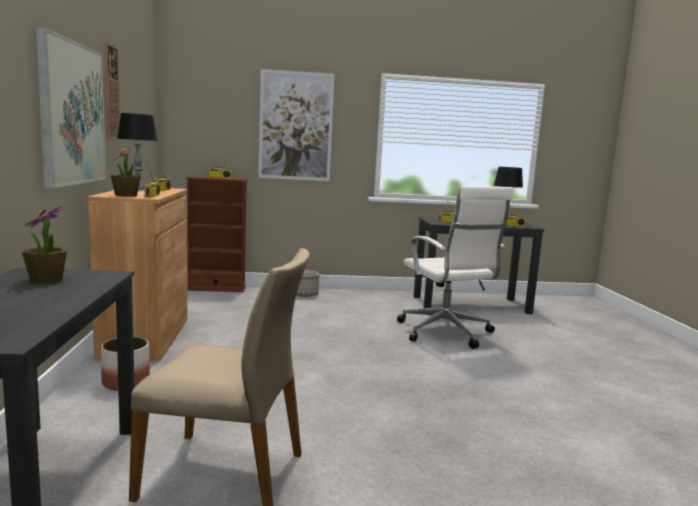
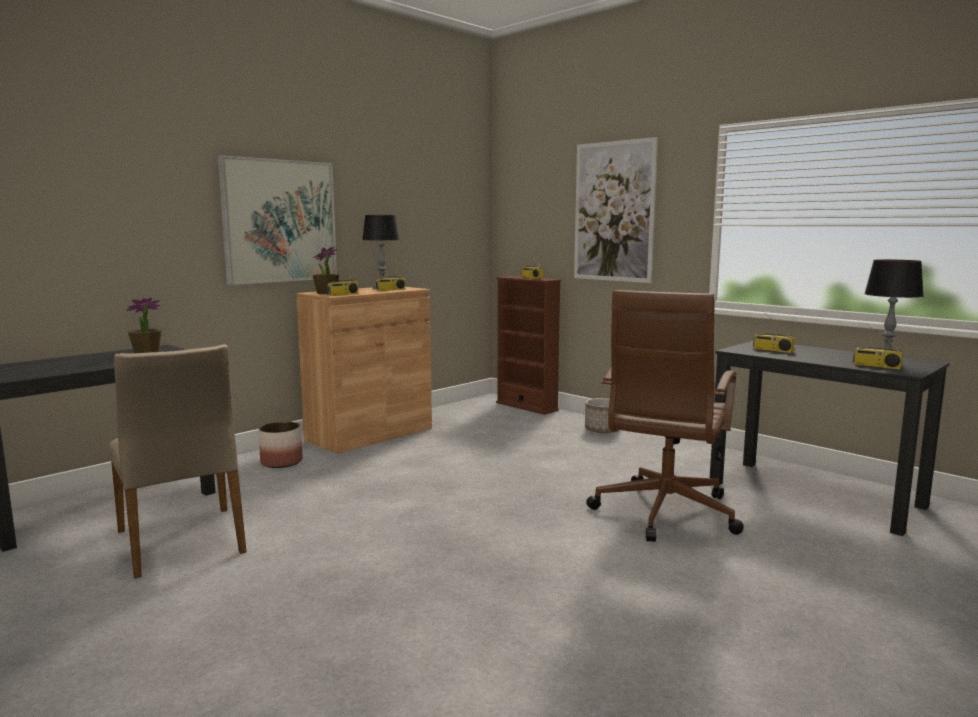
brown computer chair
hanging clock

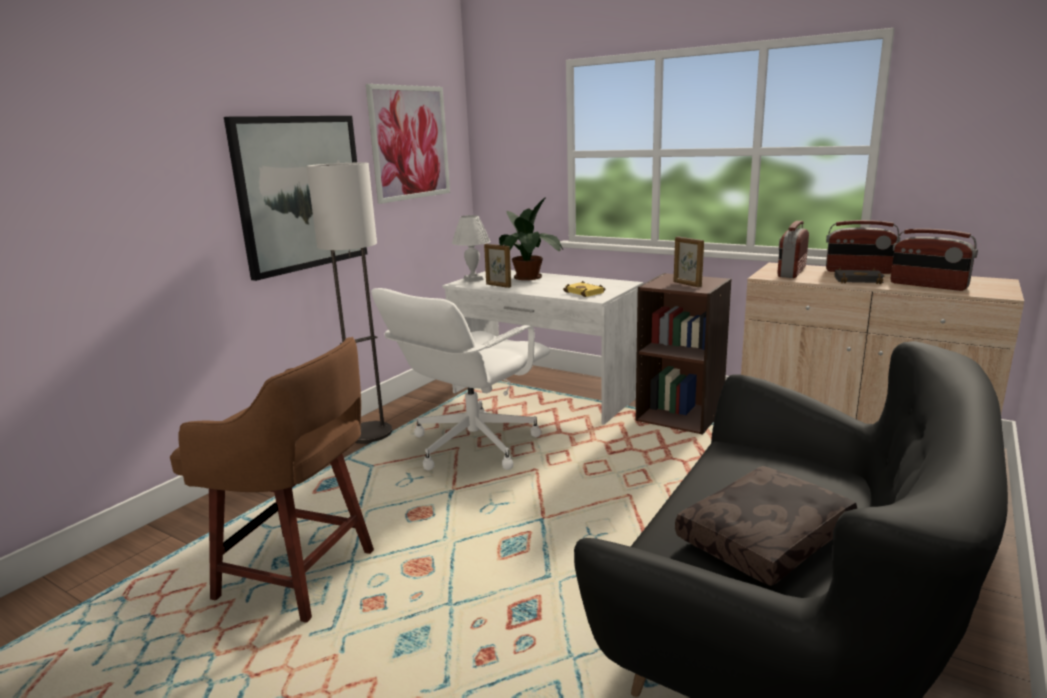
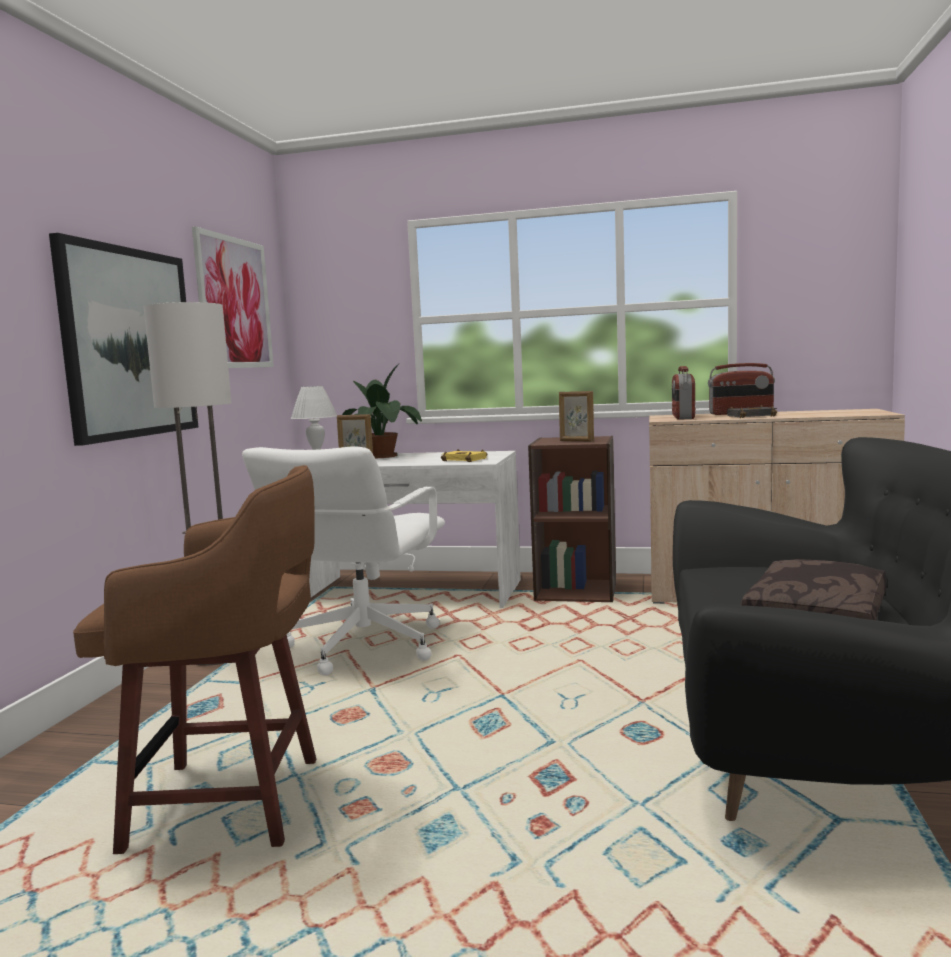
radio receiver (no. 3 from left in the first image)

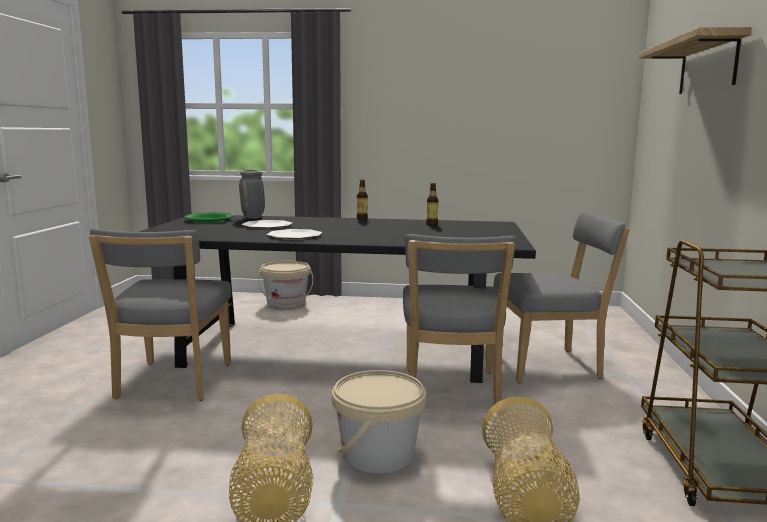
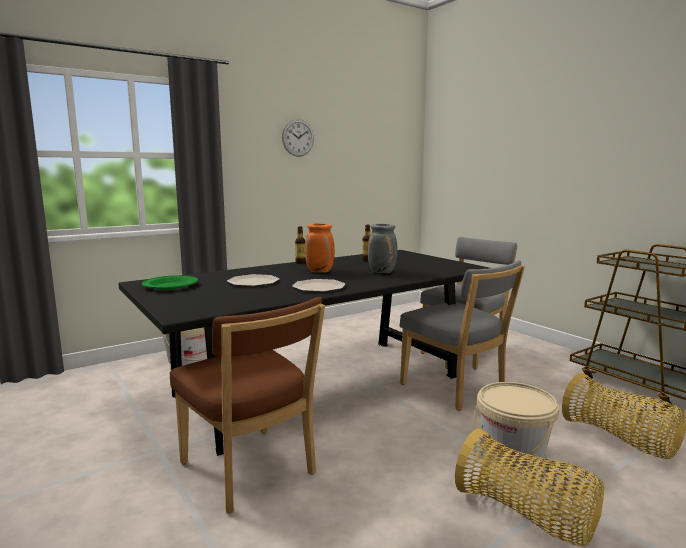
brown chair
hanging clock
orange-coloured decorative vase
greyish decorative vase
shelf

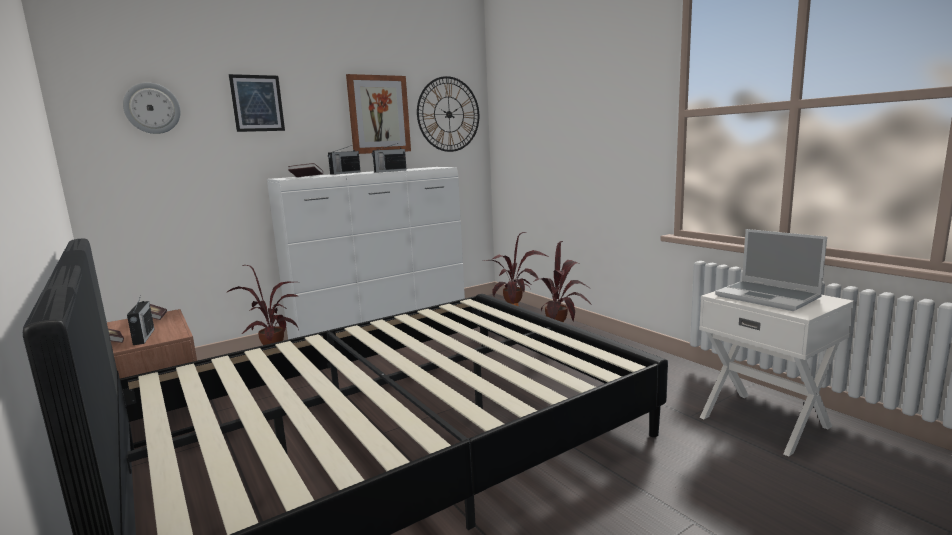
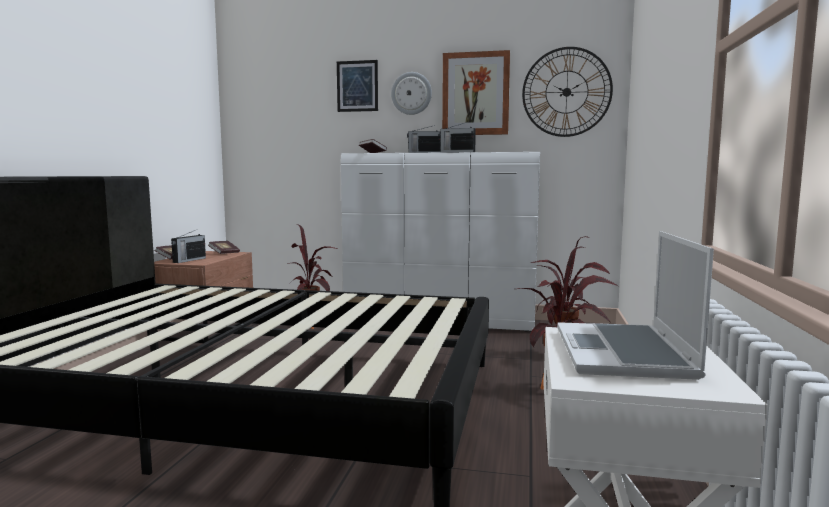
hanging clock (no. 1 from left)

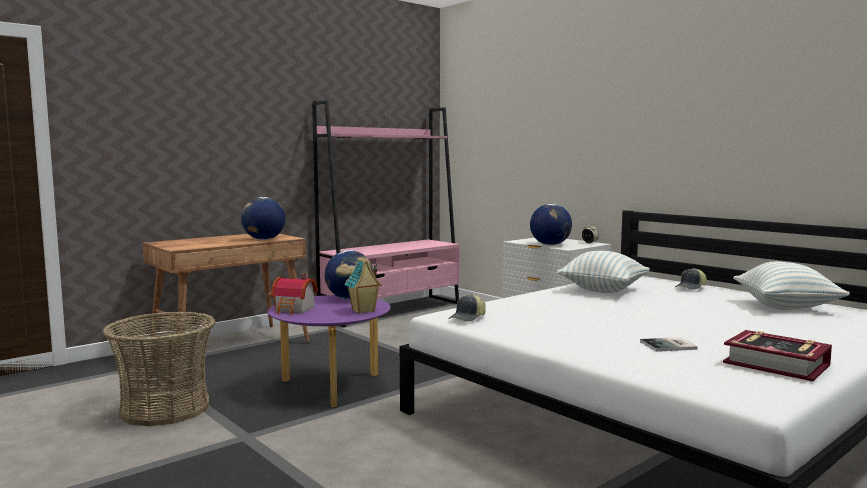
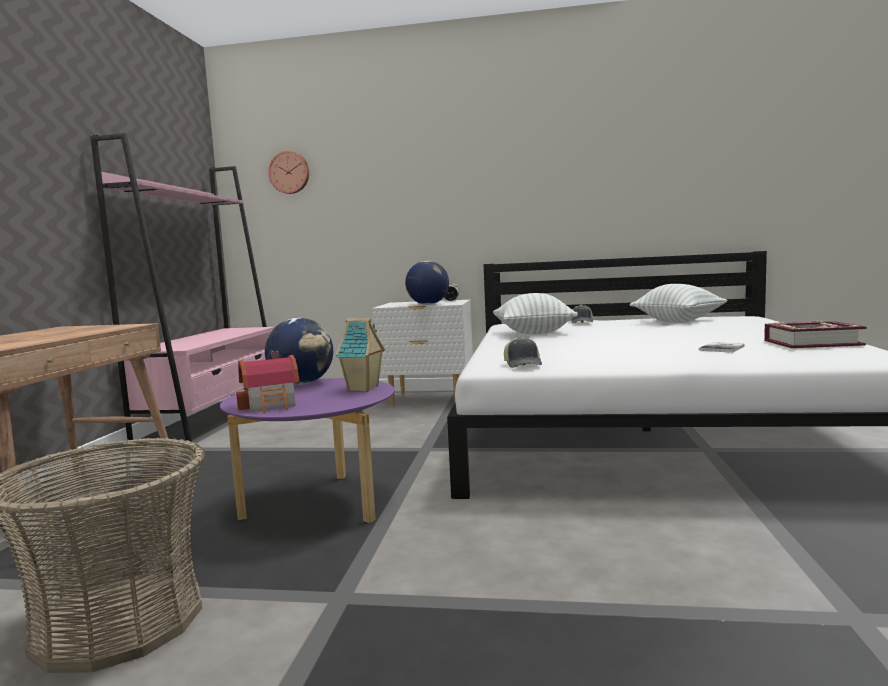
hanging clock
world globe (no. 1 from left in the first image)

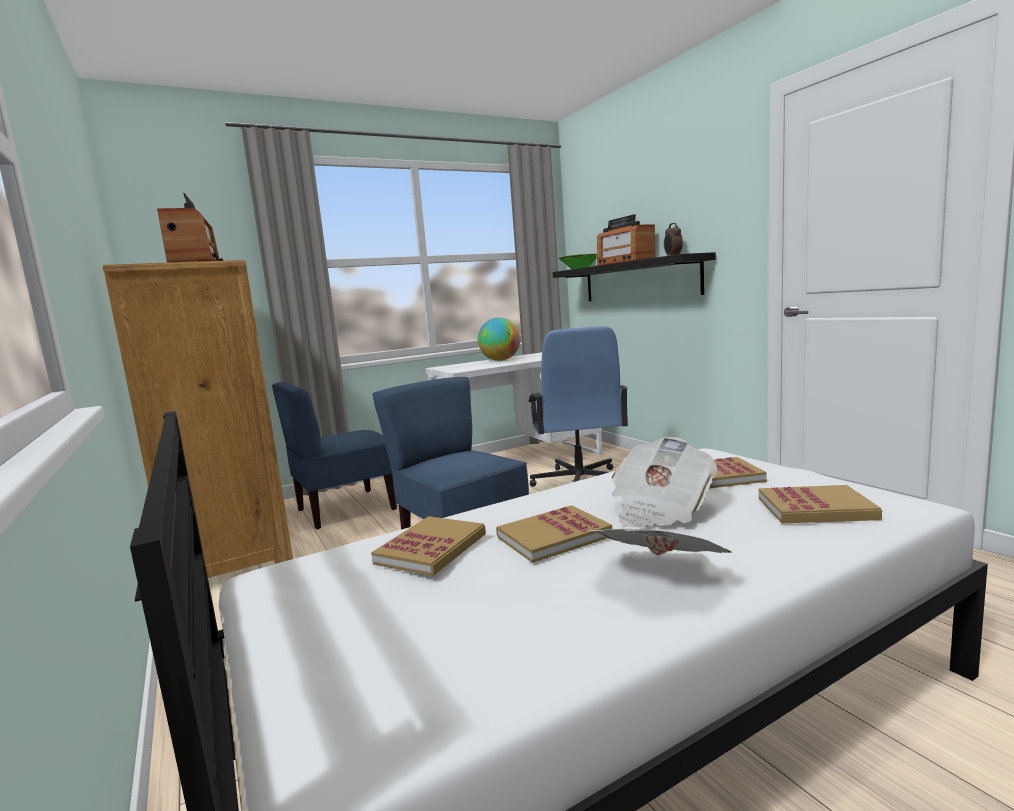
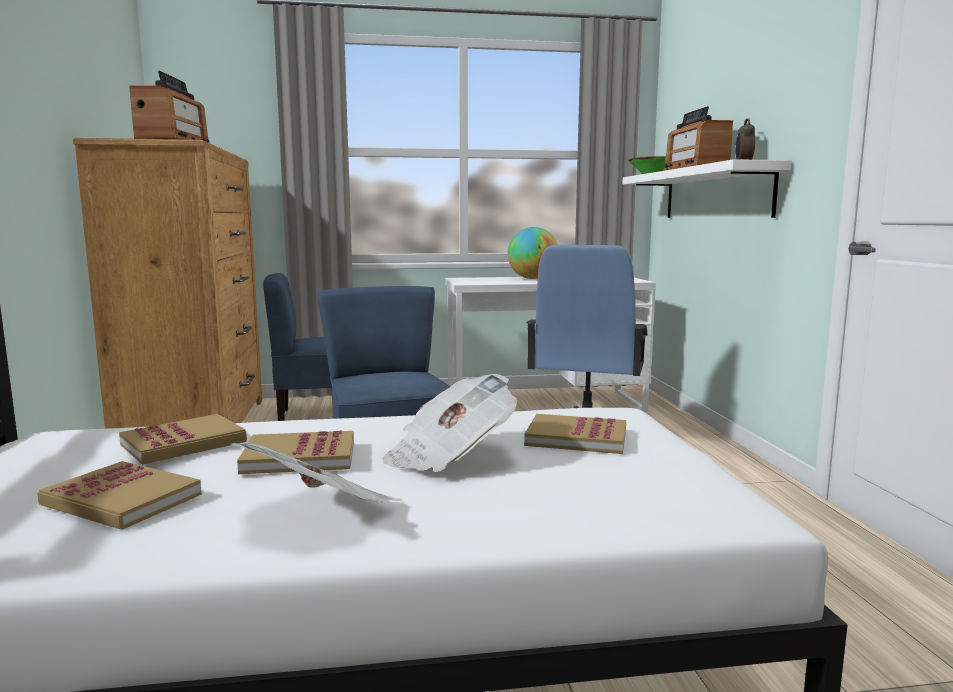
volume (no. 1 from left)
whitish shelf

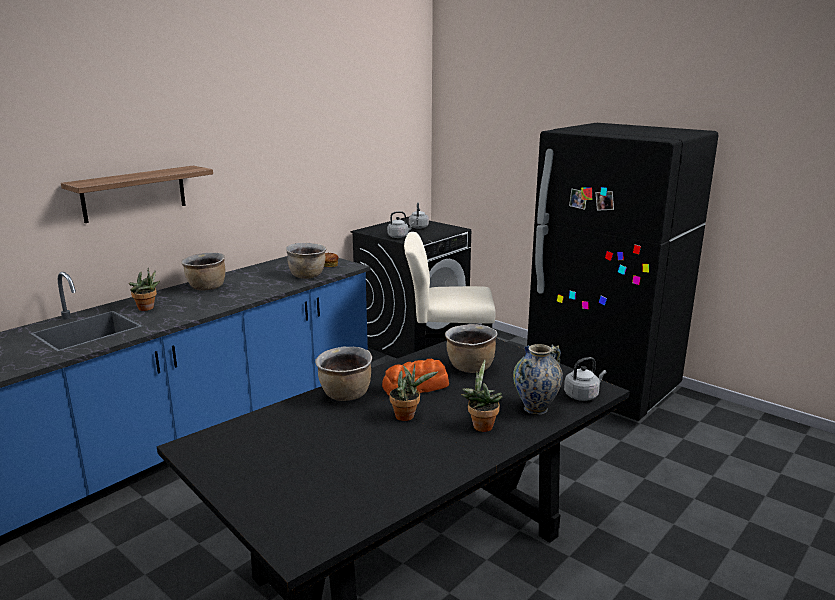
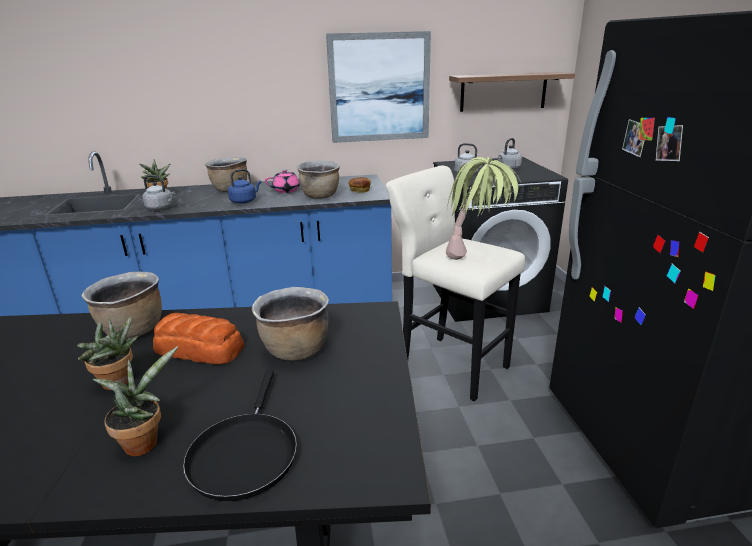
greyish kettle (no. 1 from left)
blackish skillet
blue kettle
pink-coloured teapot
picture
plant in a pot (no. 4 from left)
shelf

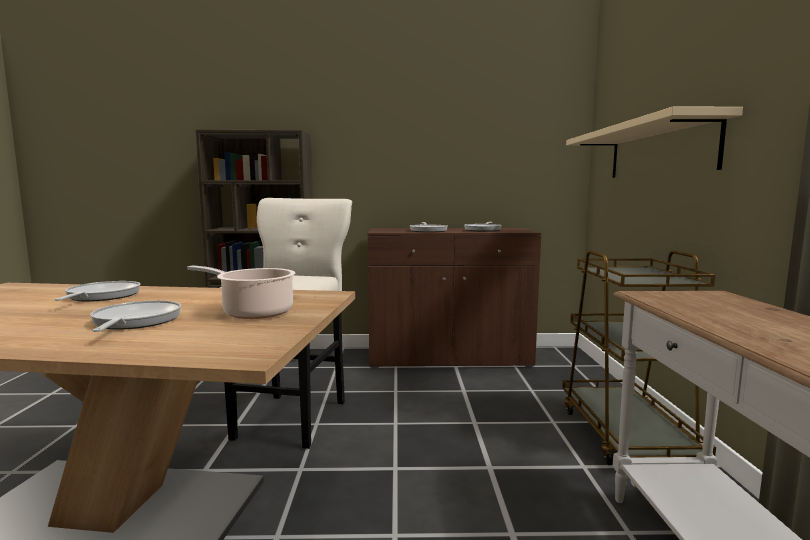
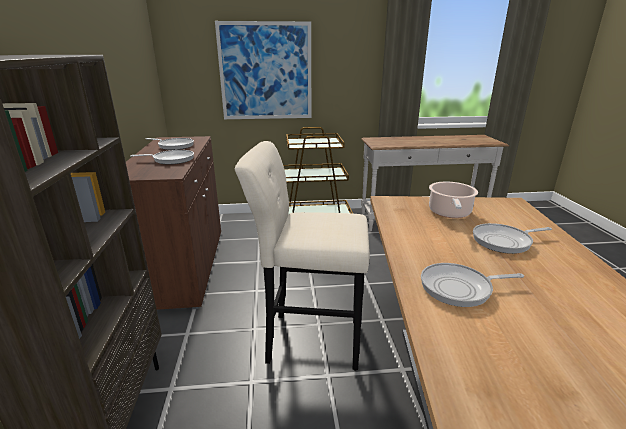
picture

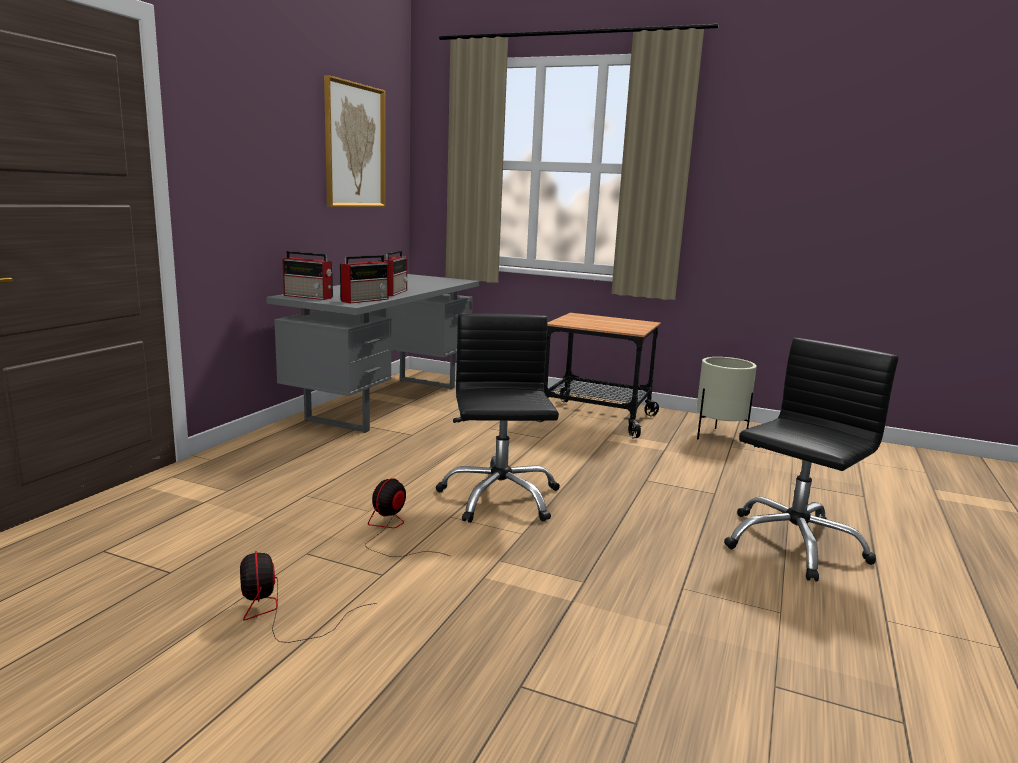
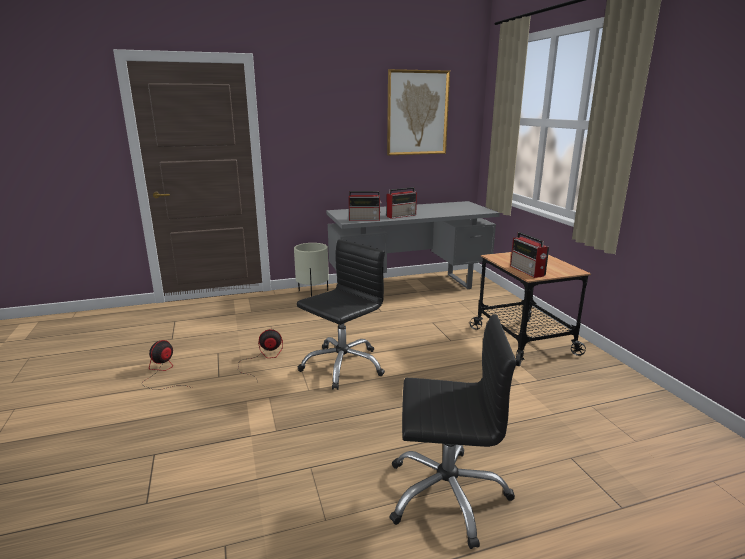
beige-coloured flower pot
radio receiver (no. 3 from left)

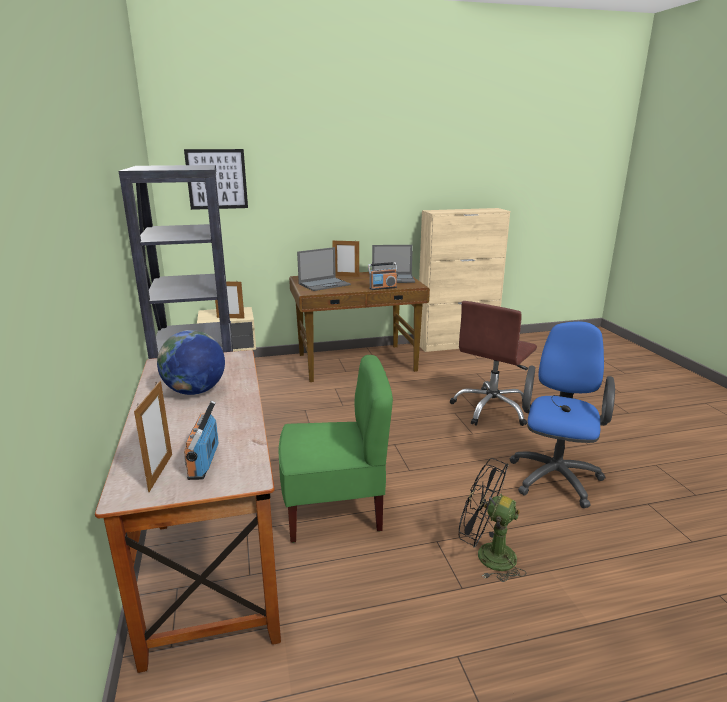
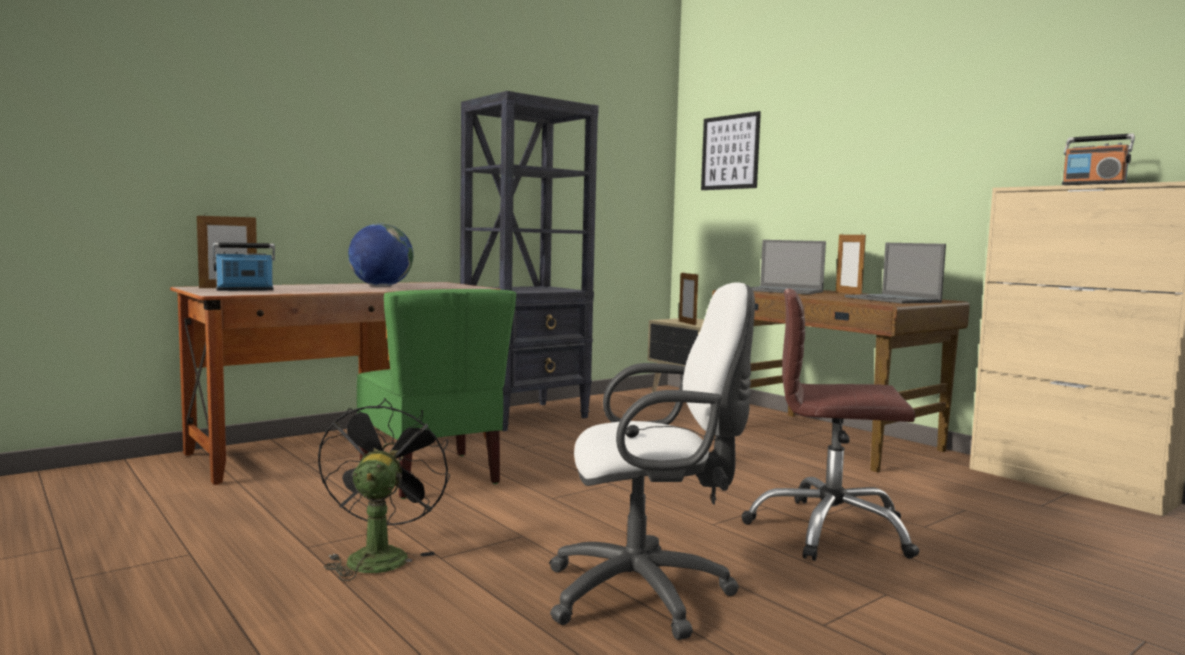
whitish computer chair
radio receiver (no. 2 from left)

